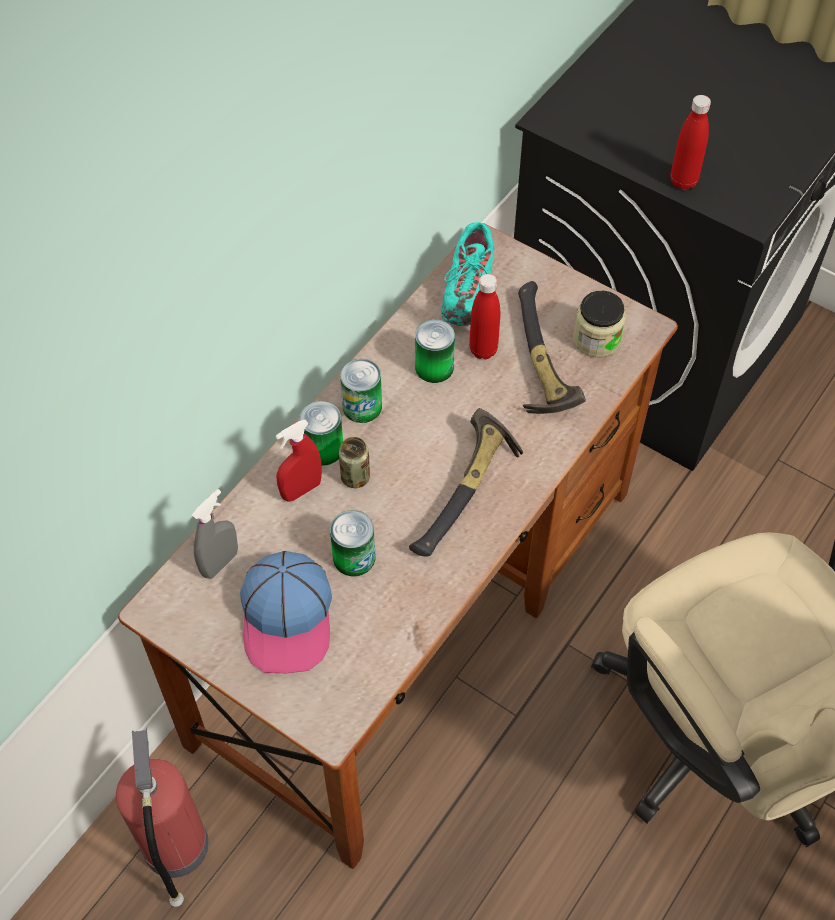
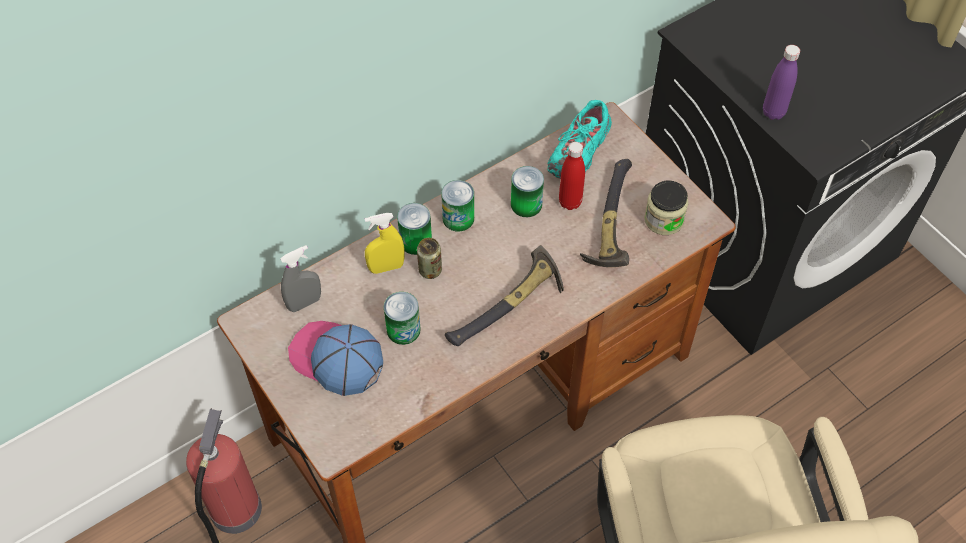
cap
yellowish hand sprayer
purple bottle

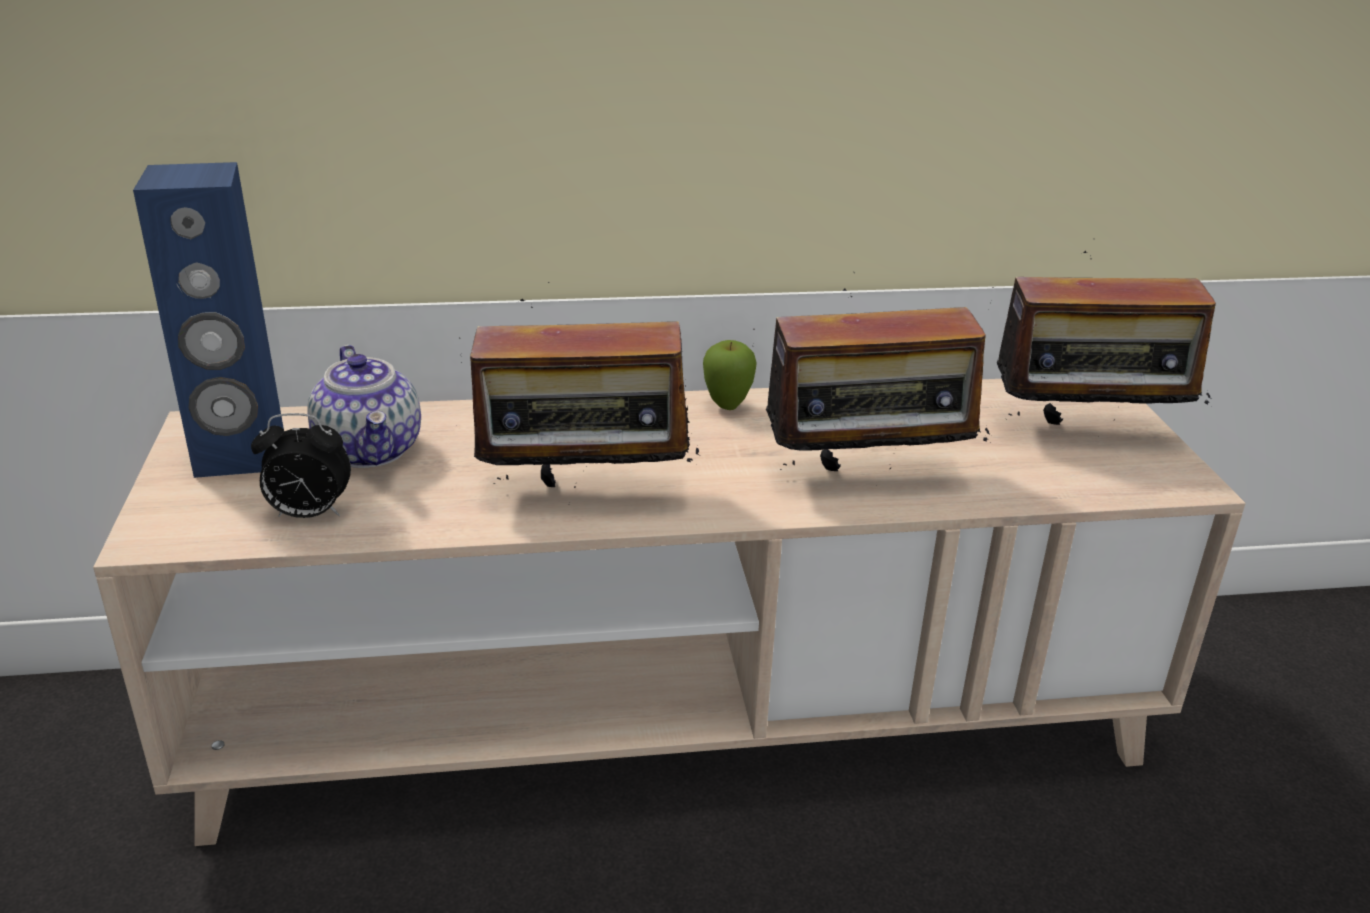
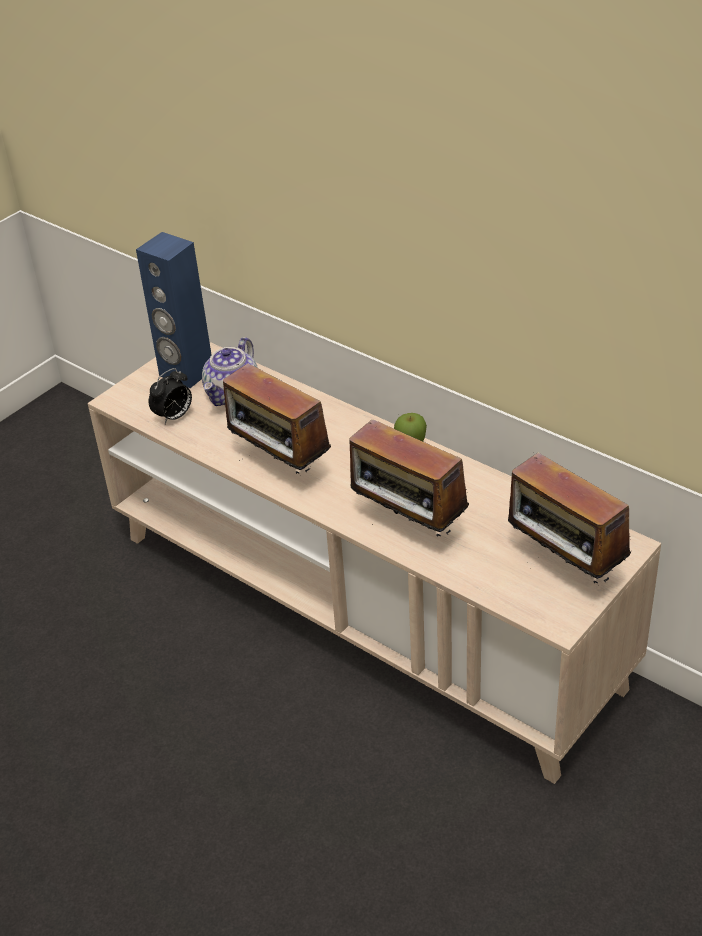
table clock

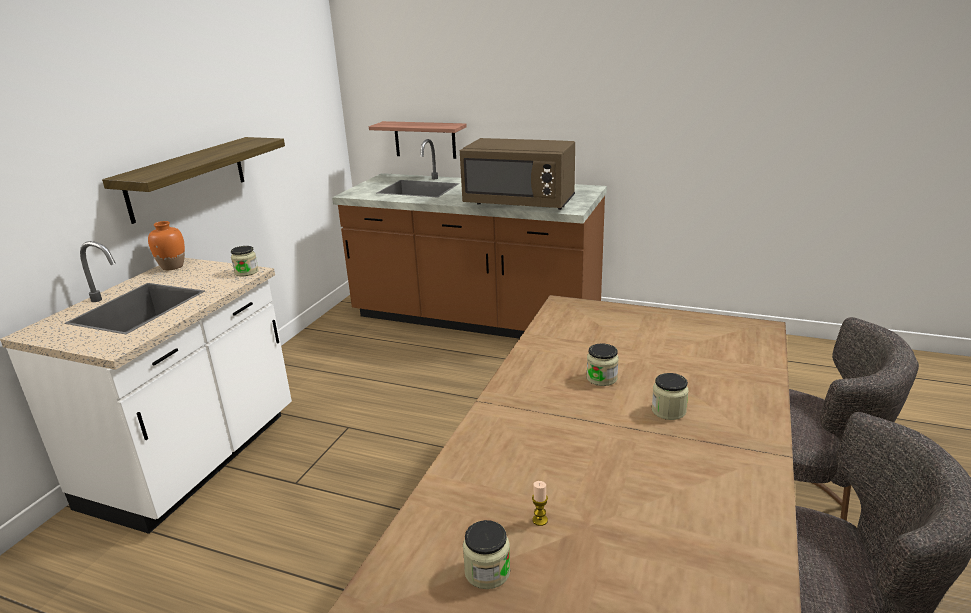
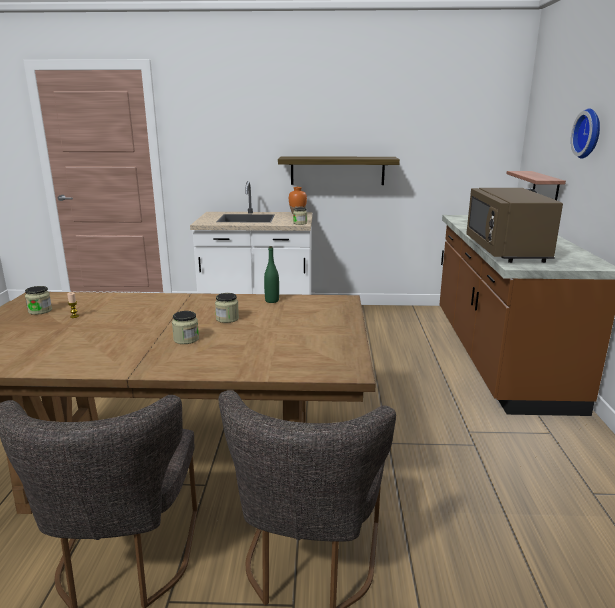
green-coloured bottle
hanging clock

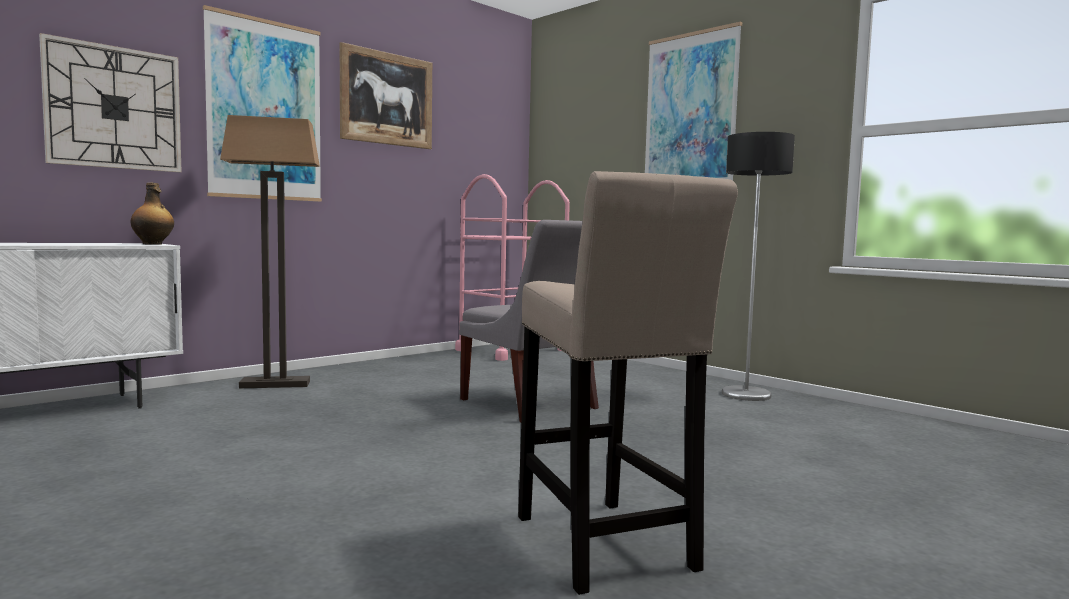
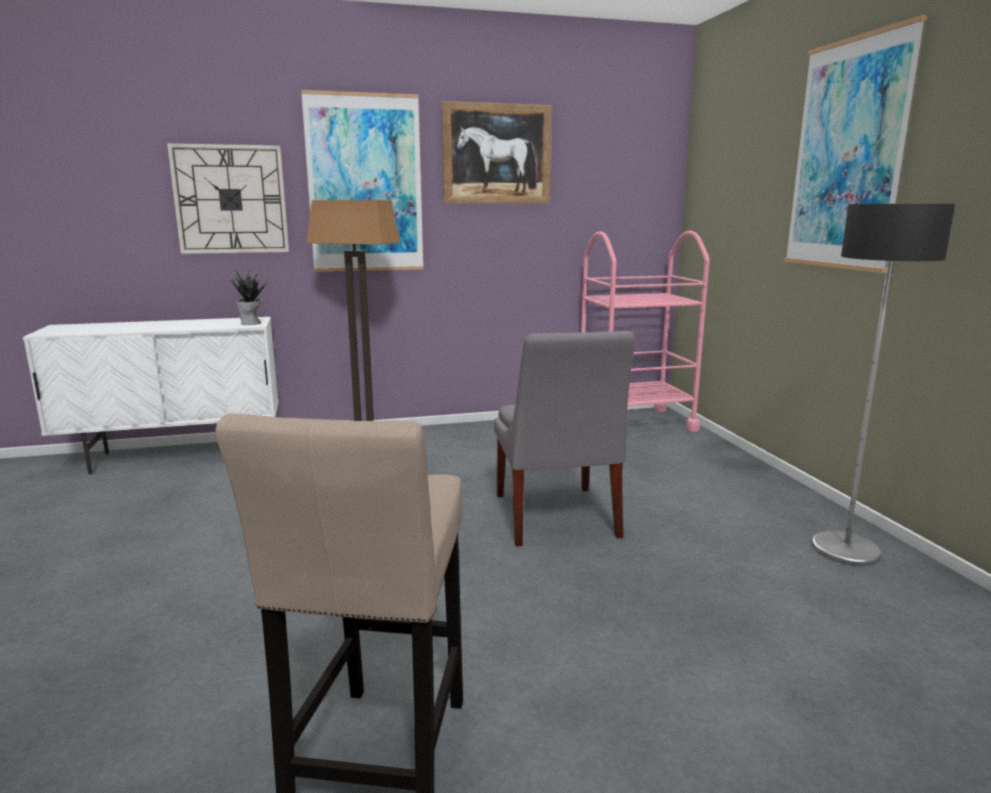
plant in a pot

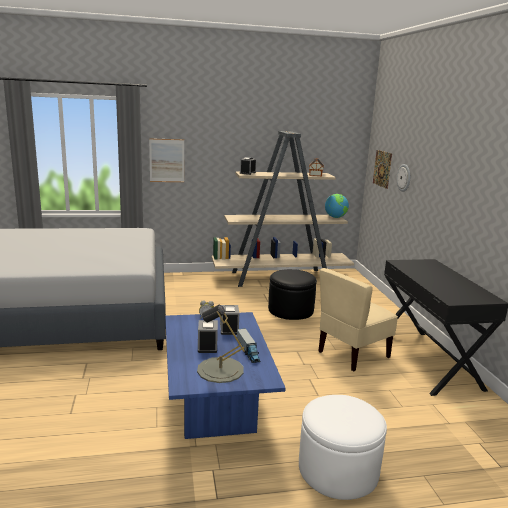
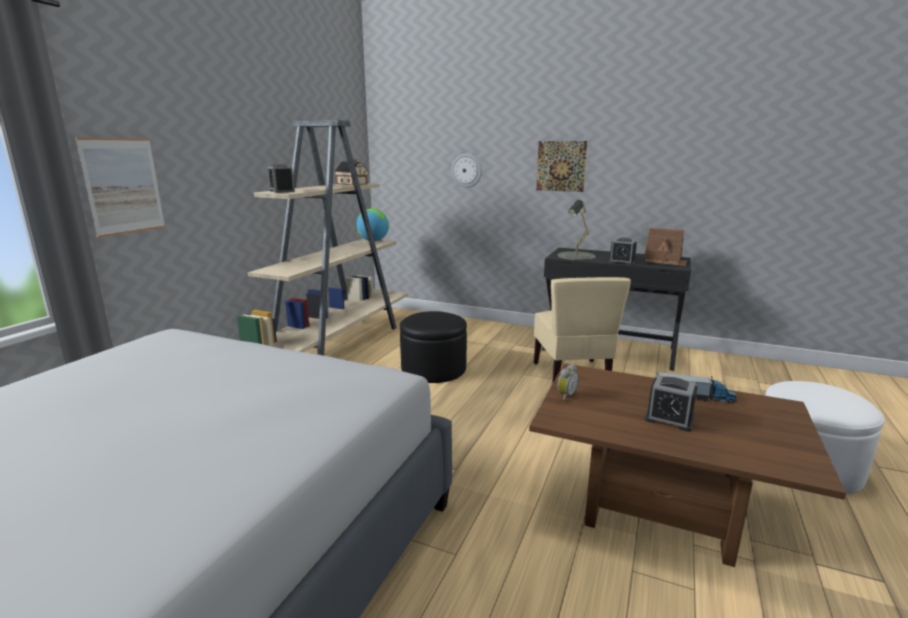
brown lounge table
picture (no. 2 from left)
greyish table lamp
table clock (no. 3 from left)
model house (no. 2 from left)

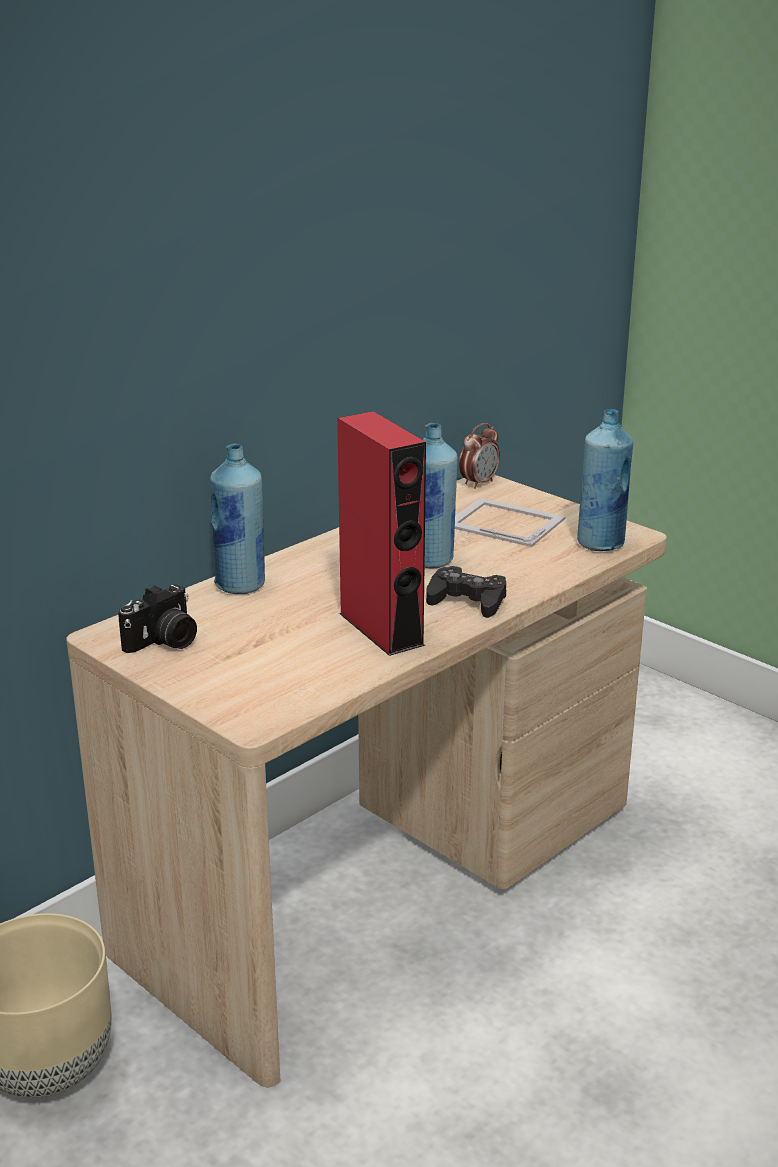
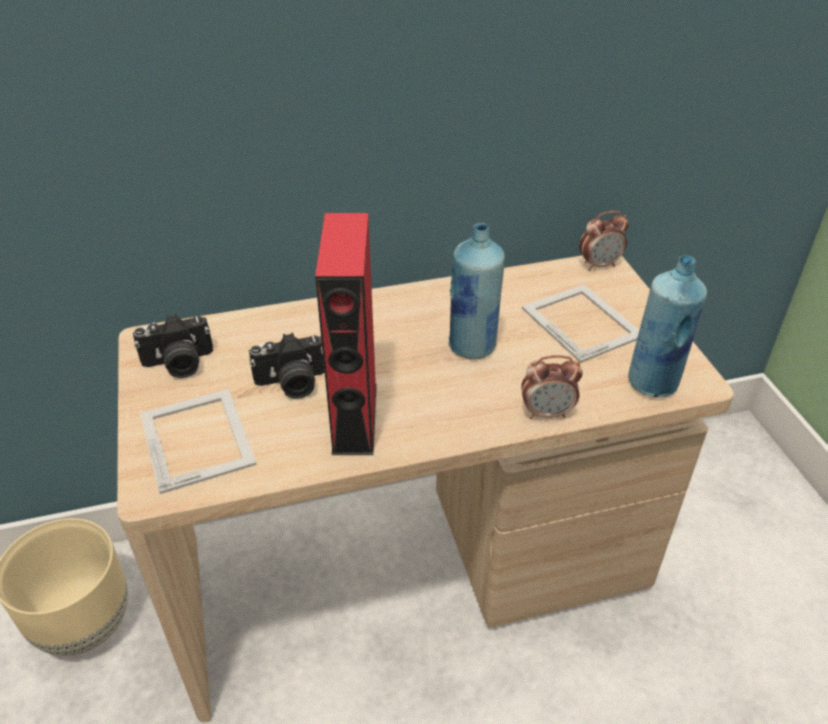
photo frame (no. 1 from left)
photo camera (no. 2 from left)
table clock (no. 1 from left)
blue bottle (no. 1 from left in the first image)
blackish game controller

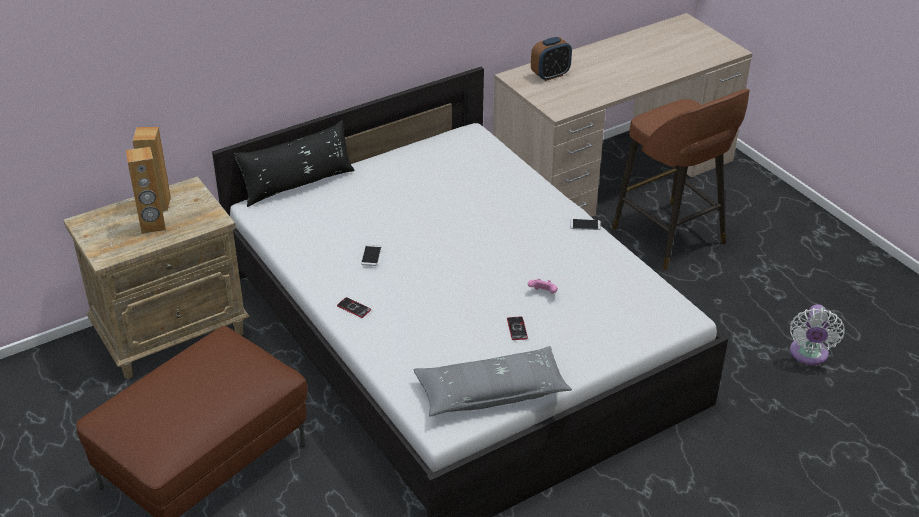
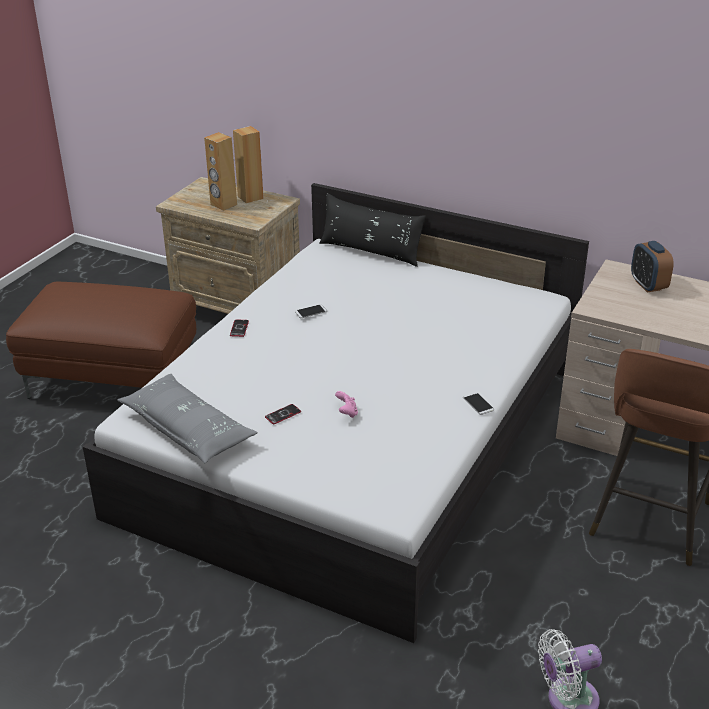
table clock

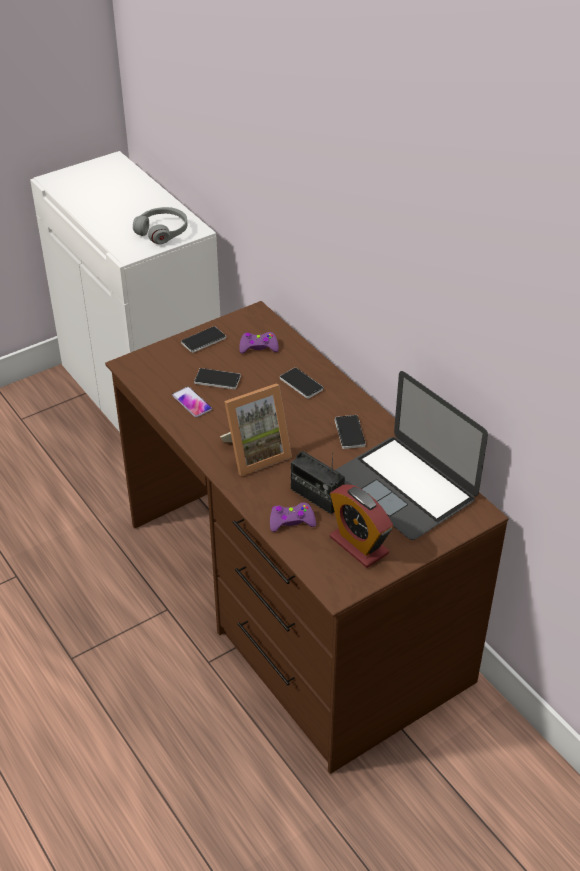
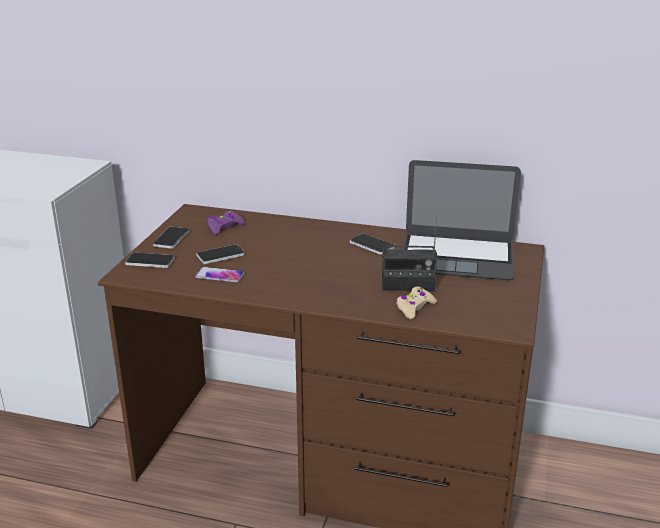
telephone (no. 1 from left)
beige-coloured game controller
greyish pair of headphones
photo frame
table clock

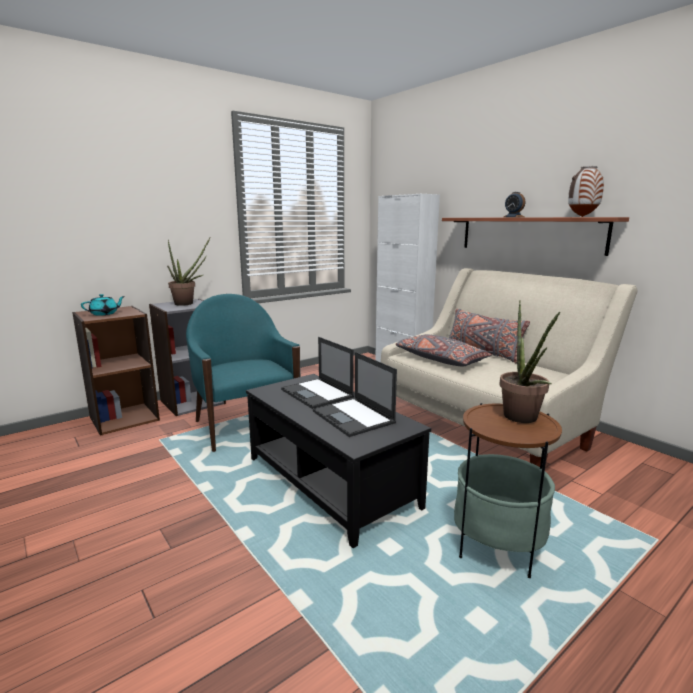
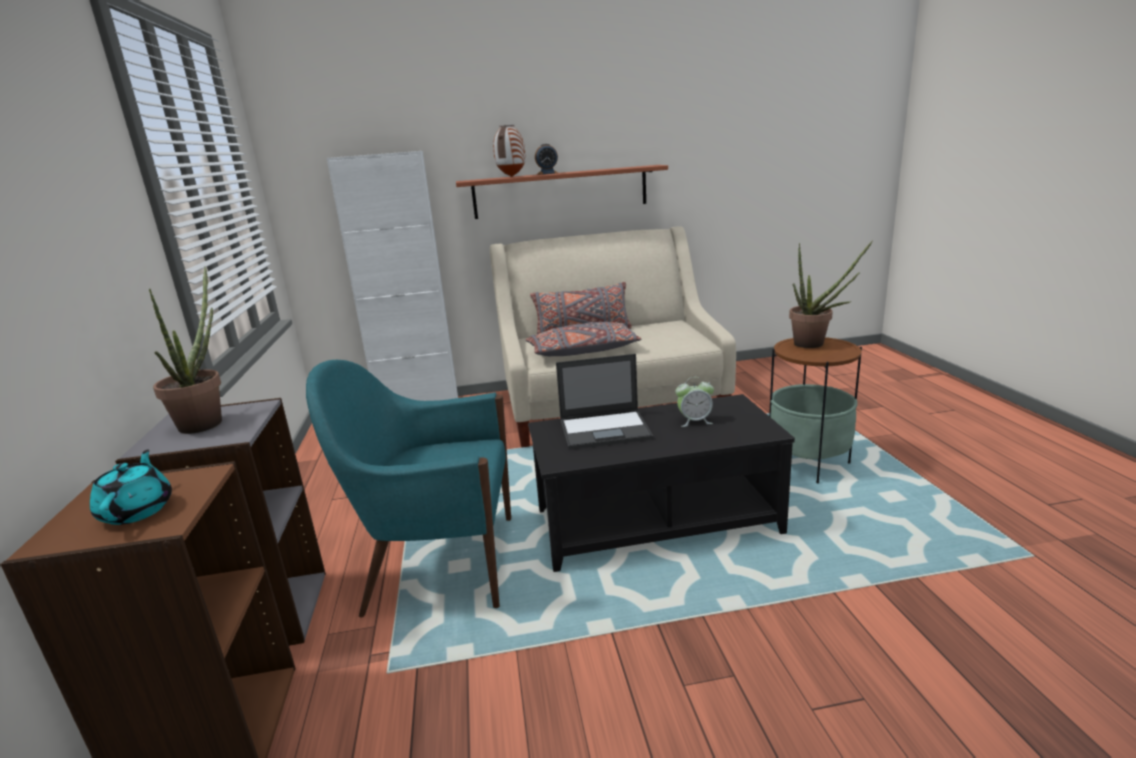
decorative vase
table clock (no. 2 from left)

